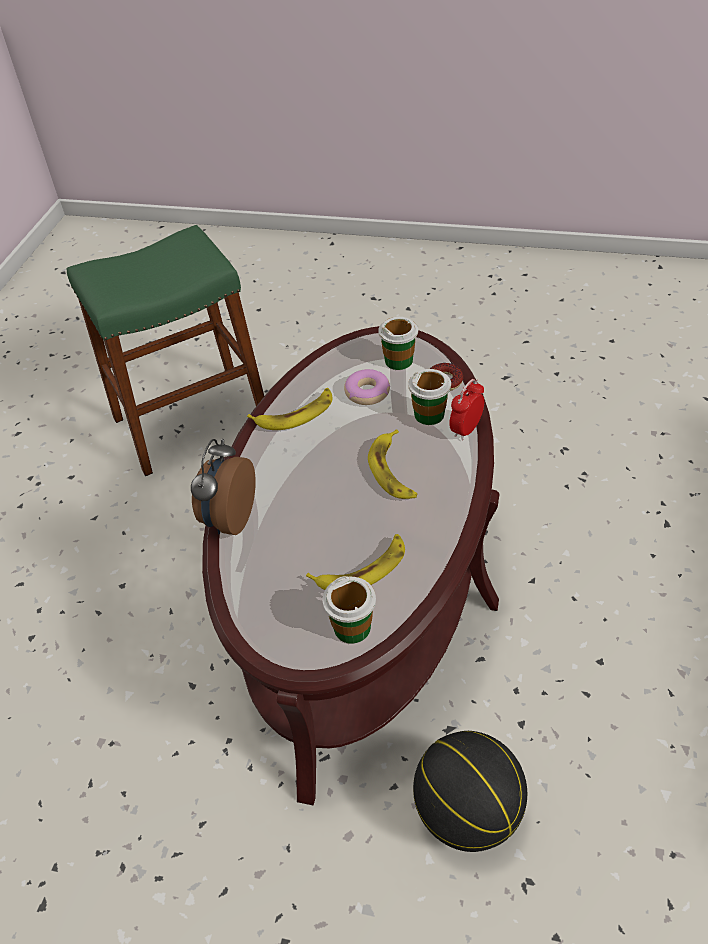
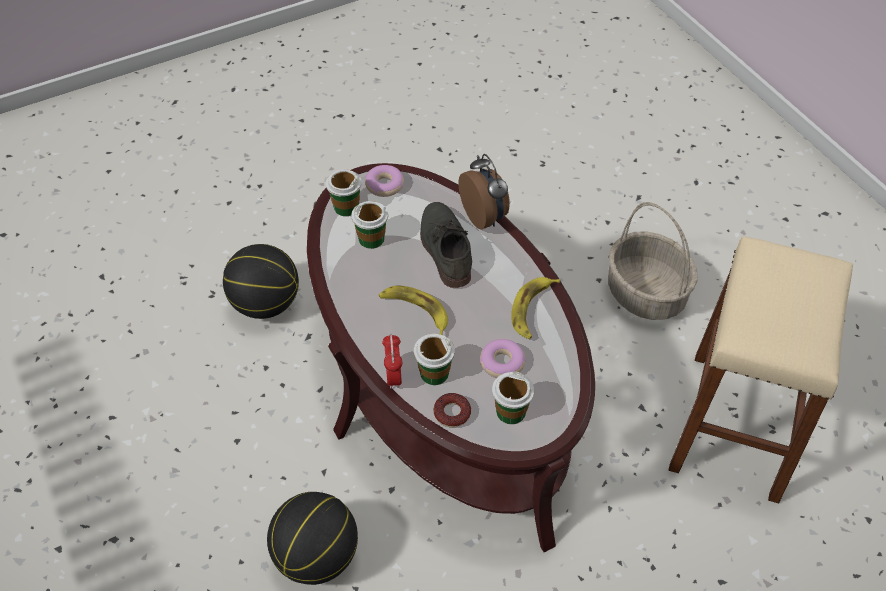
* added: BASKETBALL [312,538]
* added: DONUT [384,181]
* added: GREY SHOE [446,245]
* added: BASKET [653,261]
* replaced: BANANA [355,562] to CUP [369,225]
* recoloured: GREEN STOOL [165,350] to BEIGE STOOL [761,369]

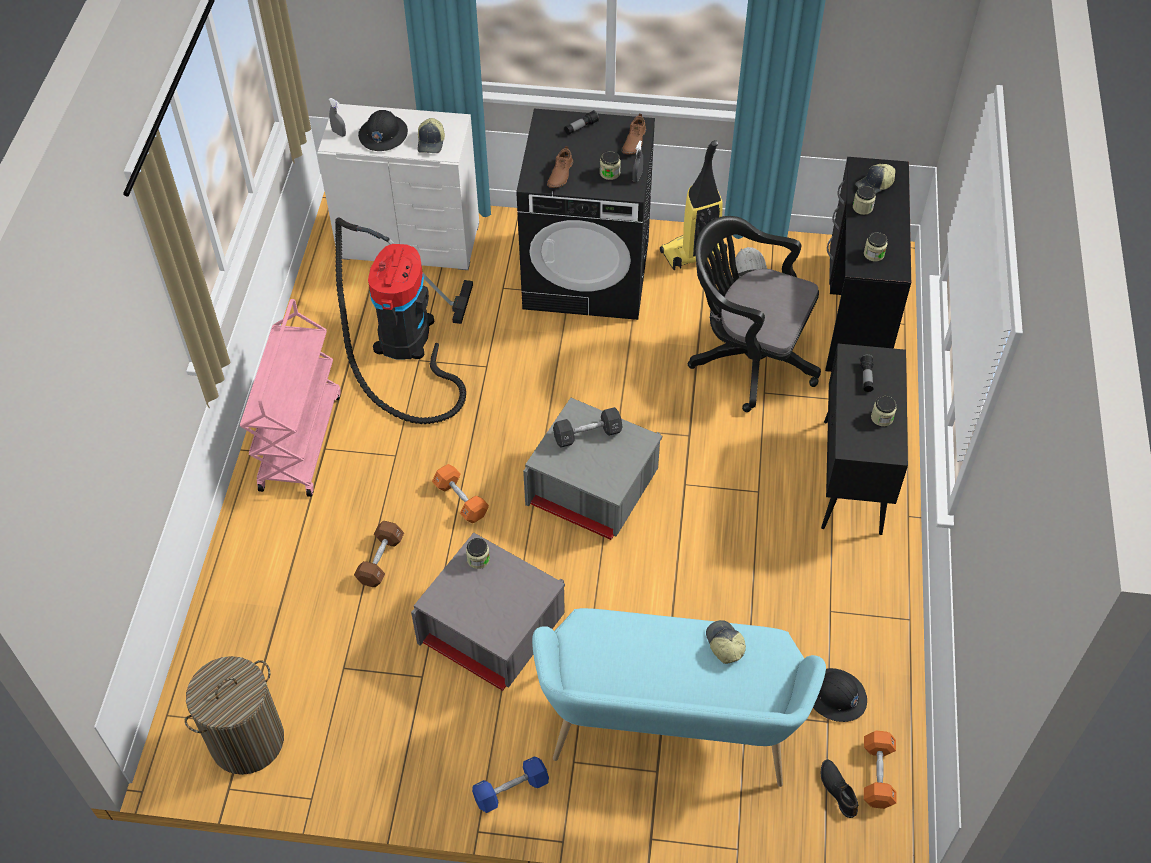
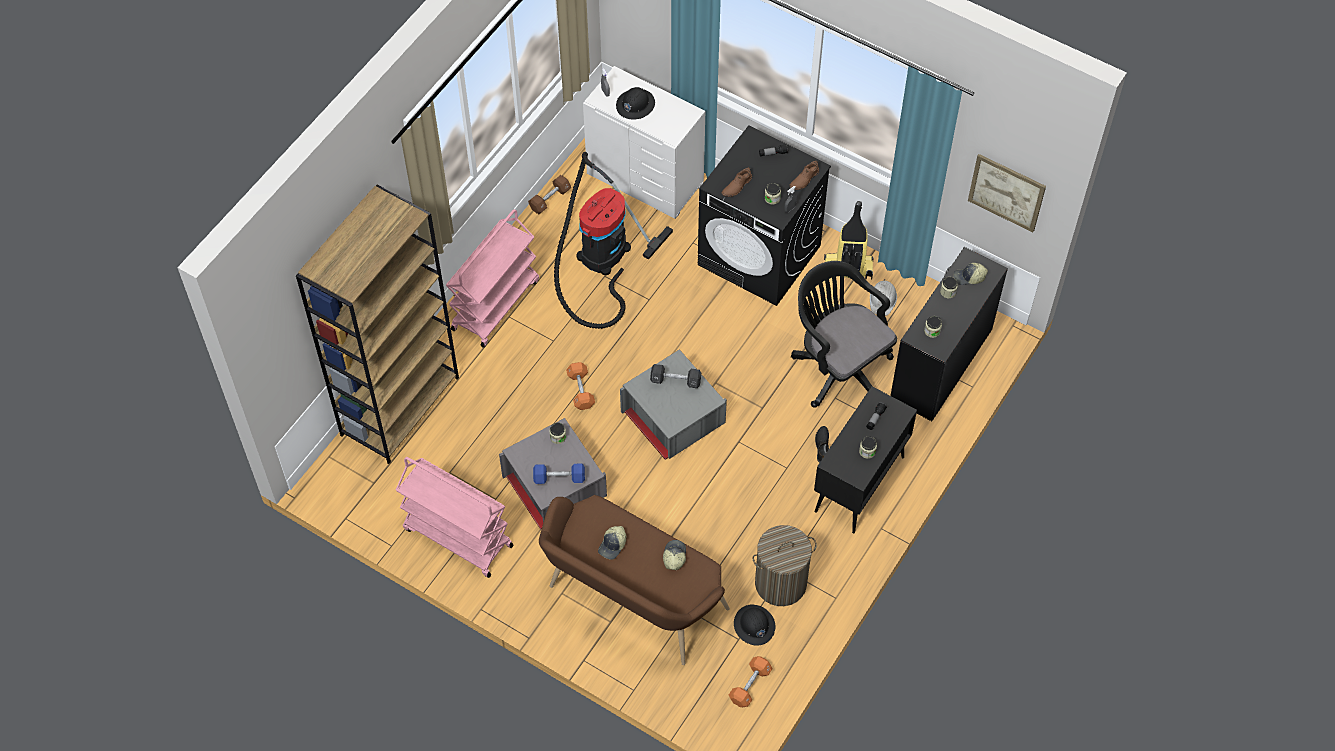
* added: BROWN BOOKCASE [377,324]
* added: PINK CART [455,517]
* added: PICTURE [1007,193]
* moved: LAUNDRY BASKET [234,715] to [784,565]
* moved: BROWN DUMBBELL [379,554] to [549,194]
* moved: CAP [431,135] to [612,543]
* moved: BLUE DUMBBELL [510,784] to [559,474]
* moved: BLACK SHOE [839,789] to [822,444]
* recoloured: TURQUOISE BENCH [679,697] to BROWN BENCH [634,580]

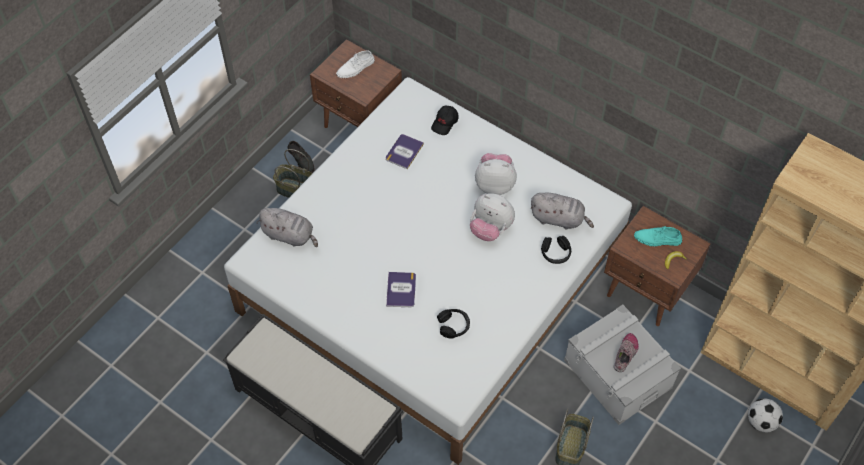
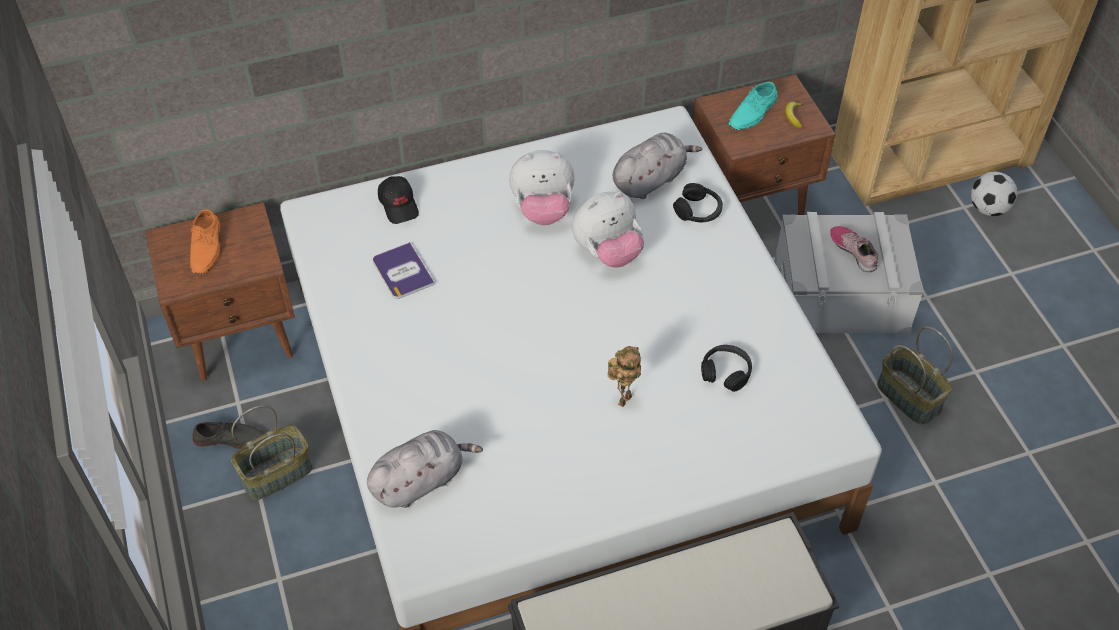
* replaced: BOOK [401,289] to TOY ROBOT [624,376]
* recoloured: WHITE SHOE [355,64] to ORANGE SHOE [205,241]
* turned: PLUSH TOY [496,174] = [542,187] 135 degrees counterclockwise

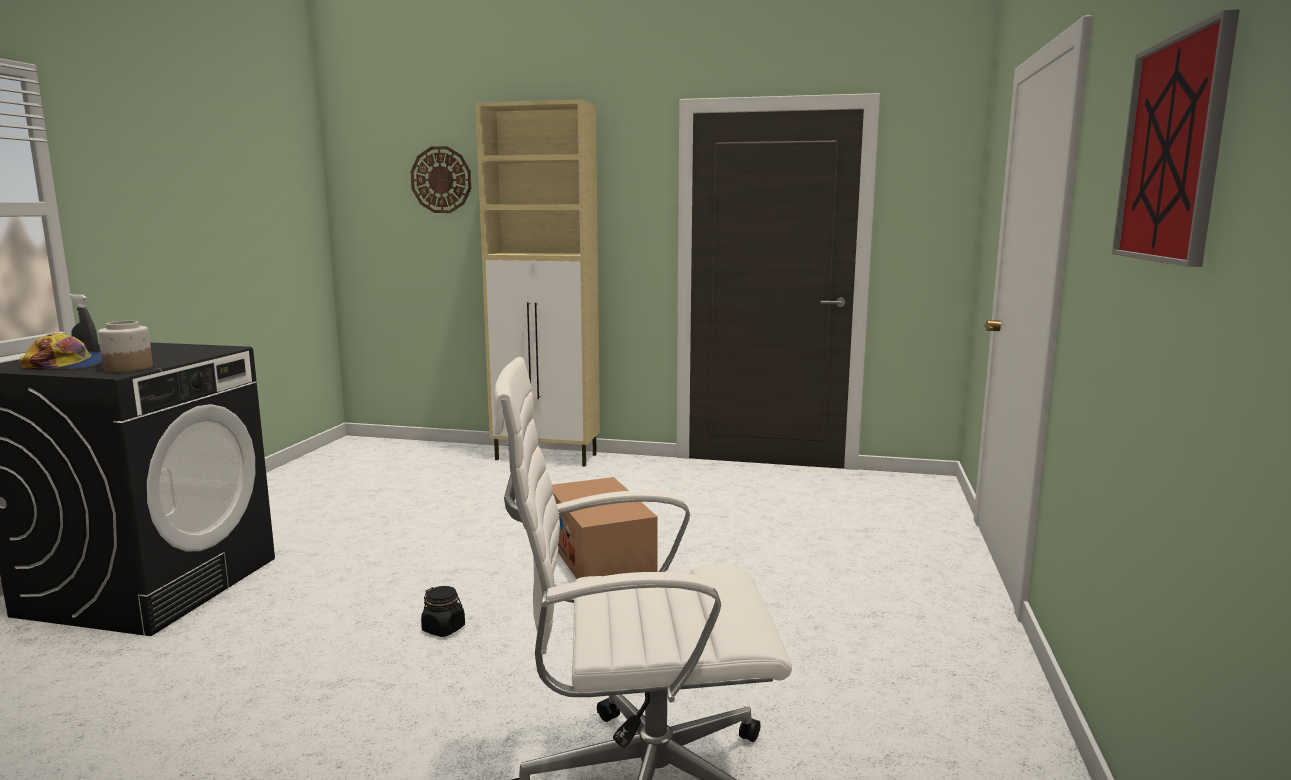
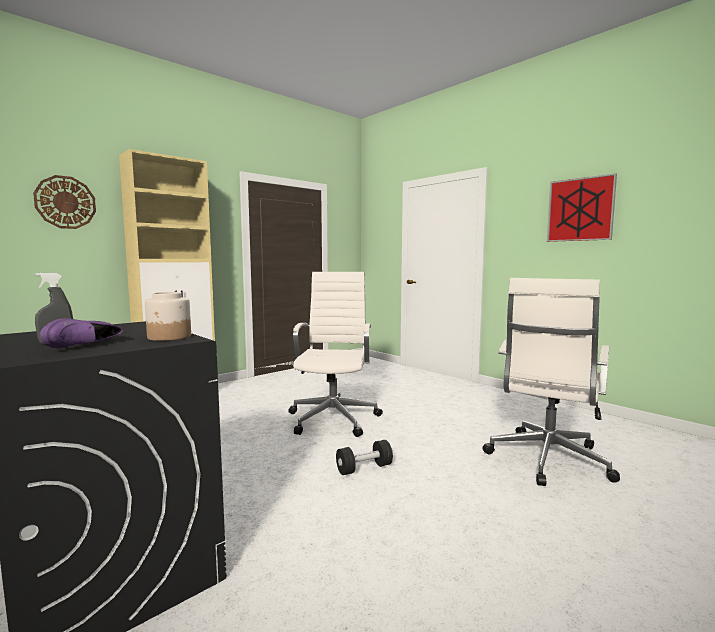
* replaced: CAP [61,351] to PURPLE SHOE [81,333]
* replaced: BLACK JAR [443,611] to BLACK DUMBBELL [364,457]
* replaced: CARDBOARD BOX [605,528] to WHITE OFFICE CHAIR [335,354]

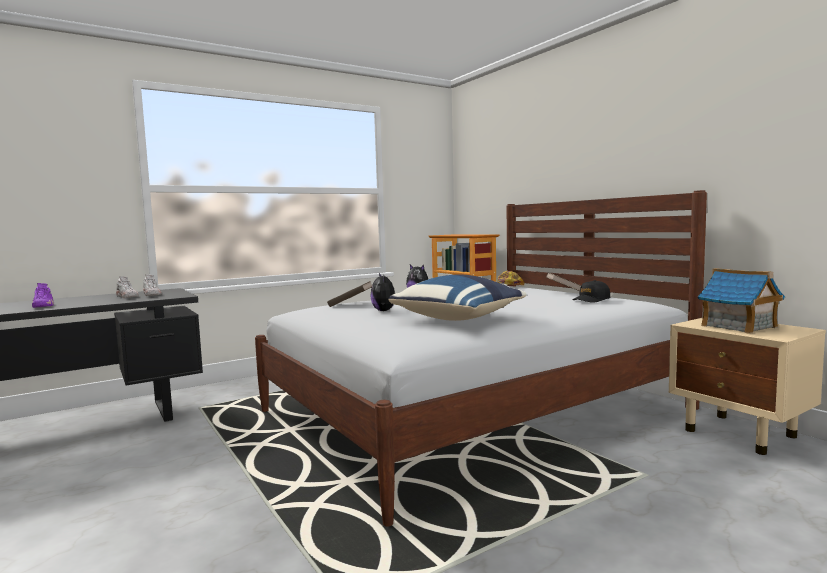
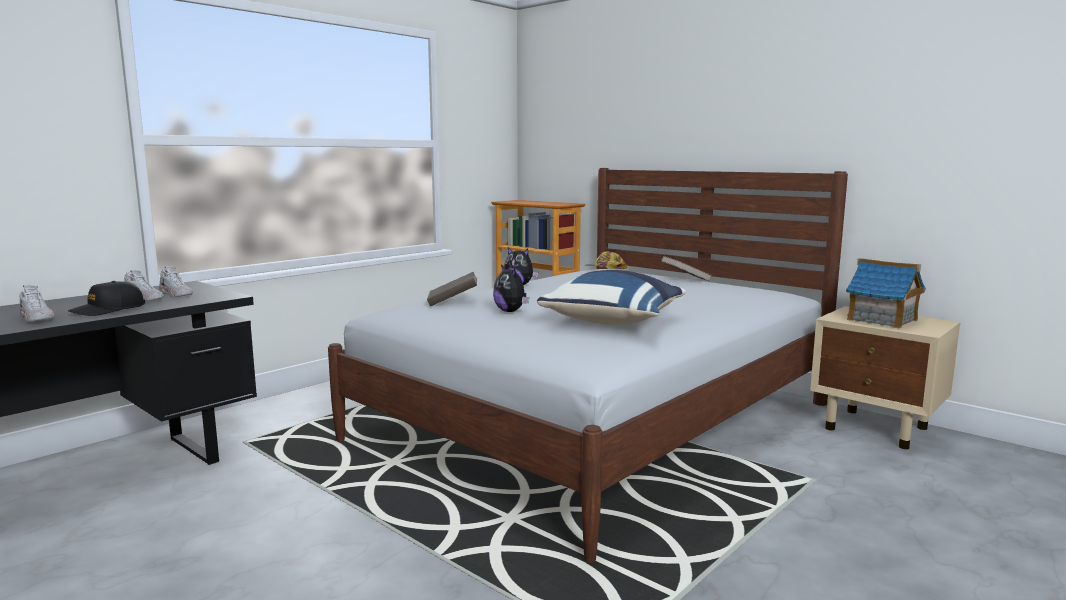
* moved: BLACK CAP [591,291] to [106,298]
* recoloured: PURPLE SHOE [43,295] to WHITE SHOE [36,303]

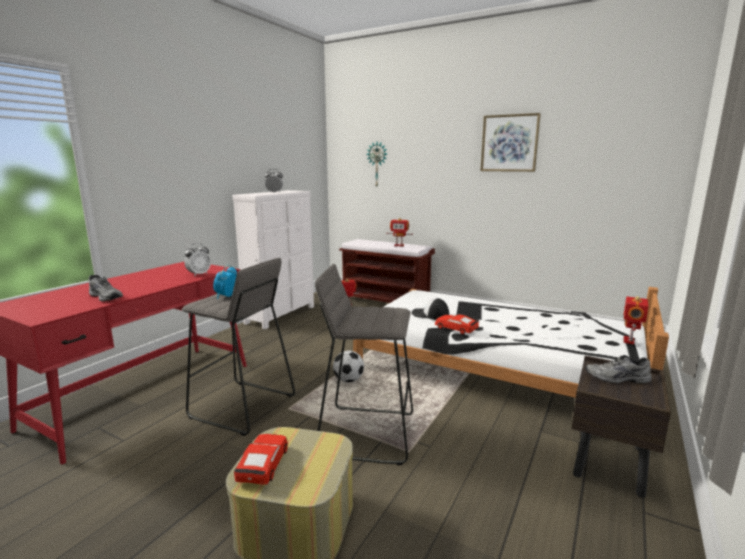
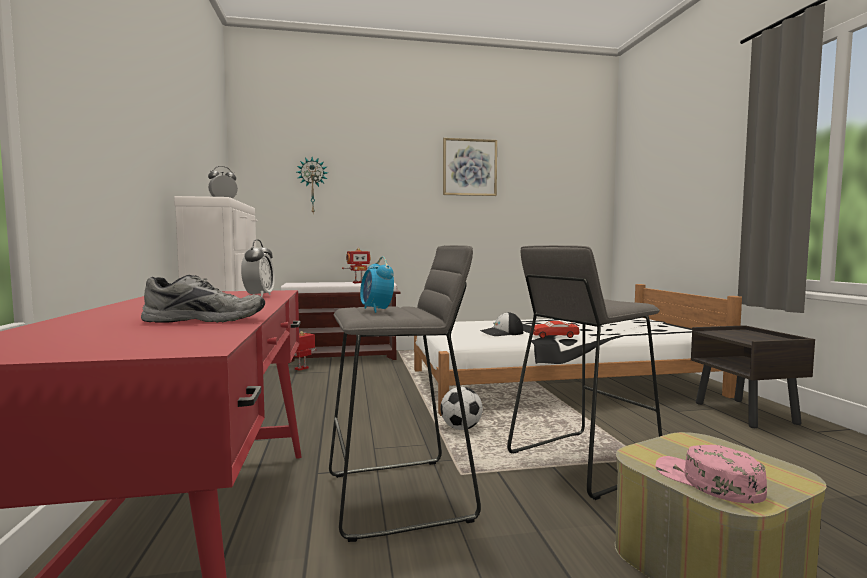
* removed: GREY SHOE [618,369]
* removed: TOY ROBOT [636,320]
* replaced: RED TOY CAR [261,459] to PINK CAP [711,474]

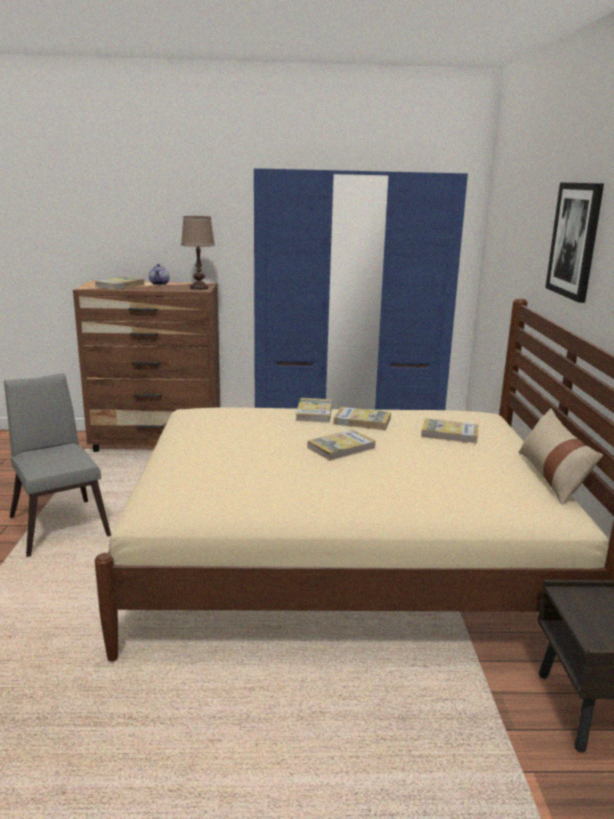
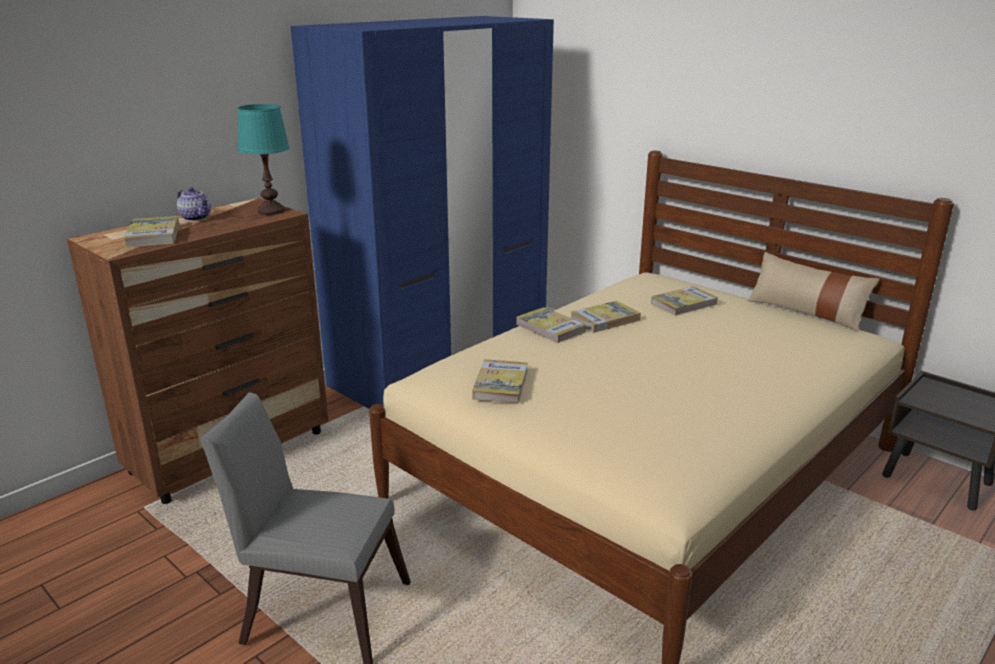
* removed: PICTURE [574,243]
* moved: BOOK [342,445] to [500,381]
* recoloured: BROWN TABLE LAMP [198,253] to TURQUOISE TABLE LAMP [264,159]

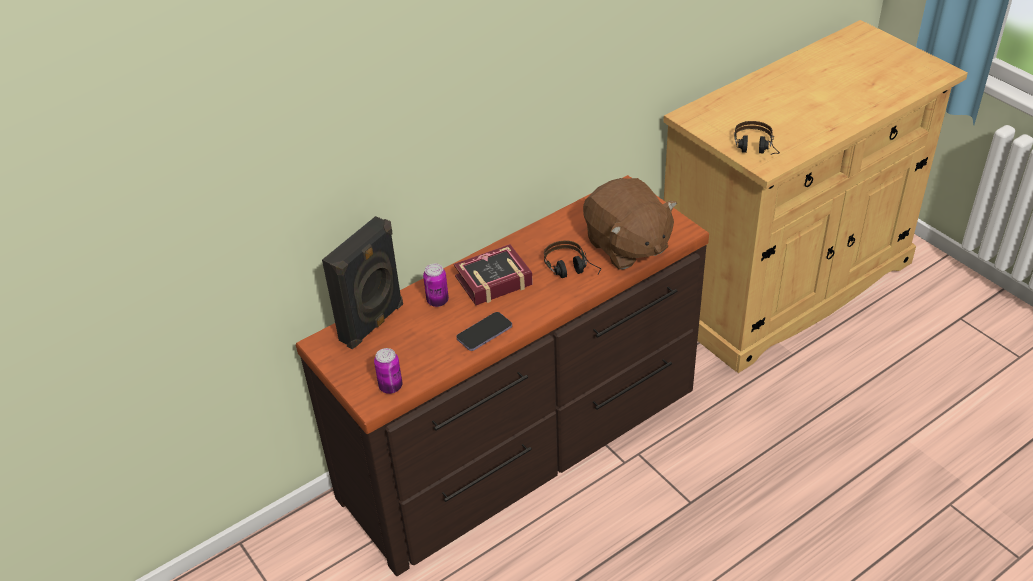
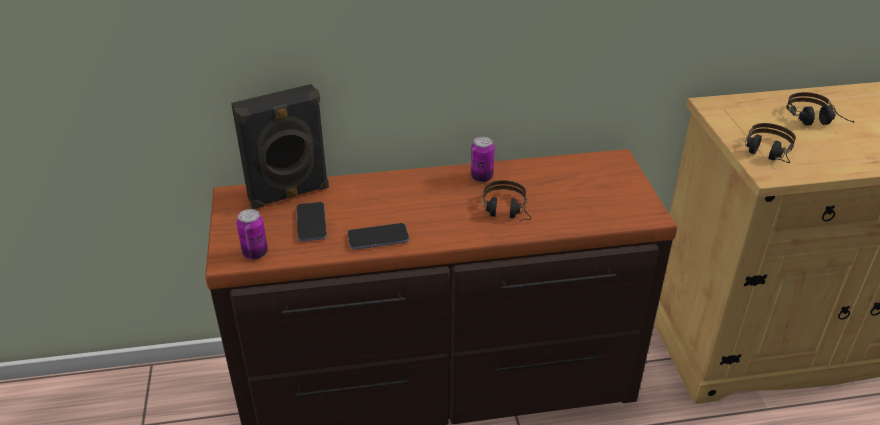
* removed: BOOK [493,275]
* removed: BROWN PLUSH TOY [630,224]
* added: PHONE [312,222]
* added: HEADPHONES [820,108]
* moved: CAN [436,285] to [483,159]

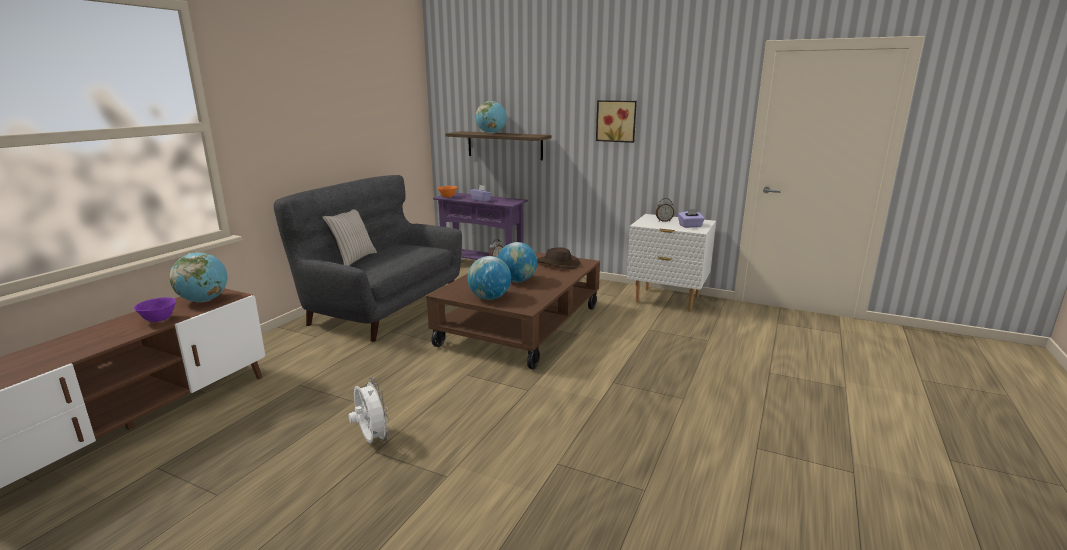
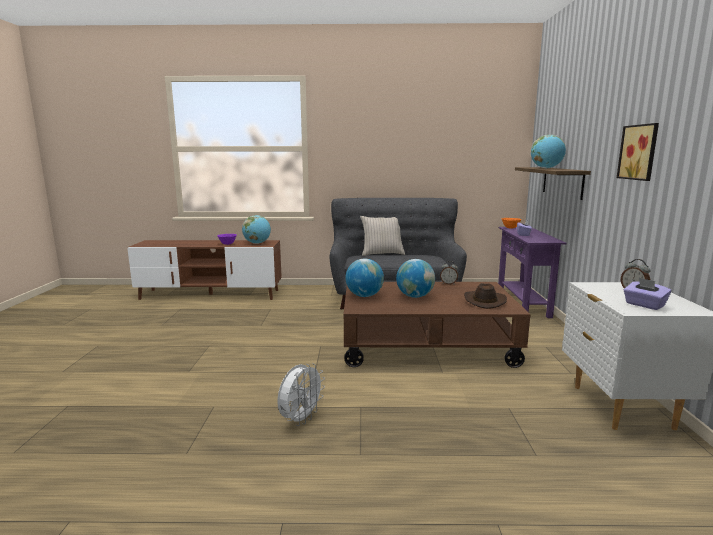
* moved: WHITE FAN [369,410] to [301,394]

